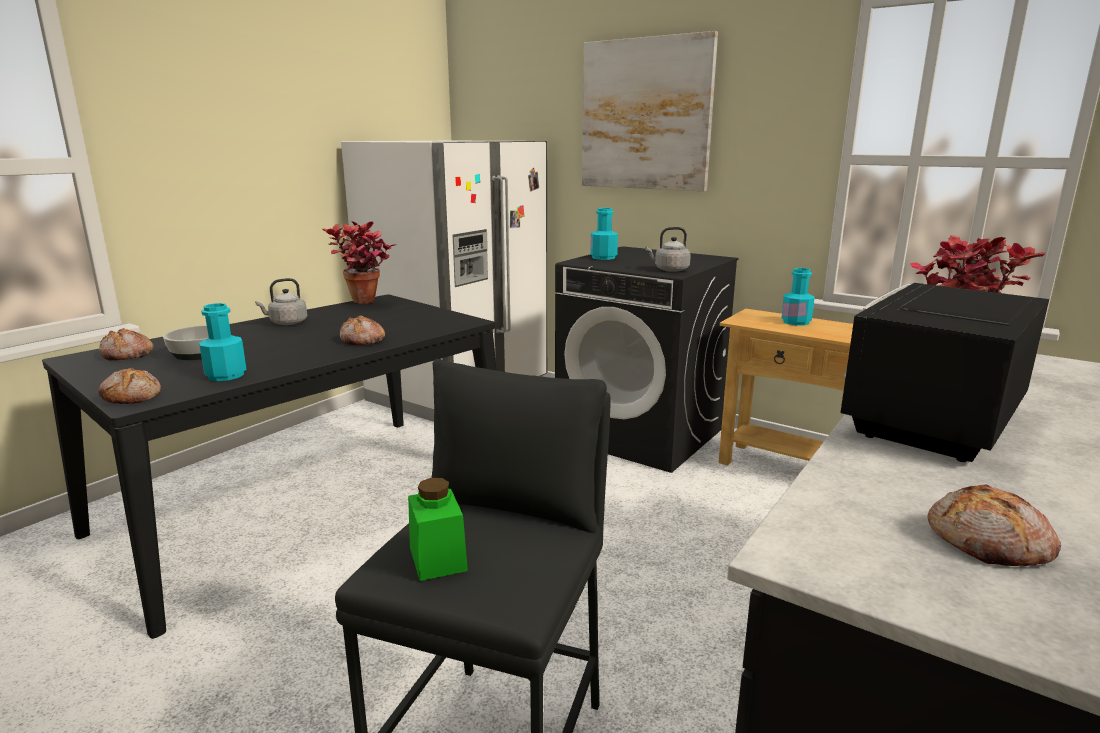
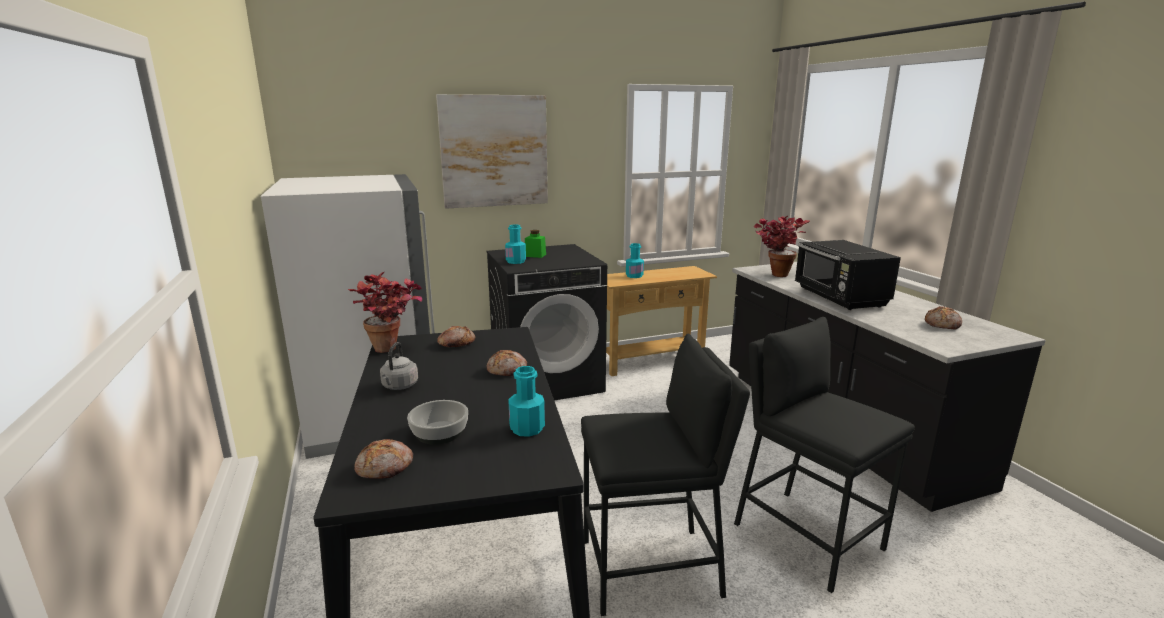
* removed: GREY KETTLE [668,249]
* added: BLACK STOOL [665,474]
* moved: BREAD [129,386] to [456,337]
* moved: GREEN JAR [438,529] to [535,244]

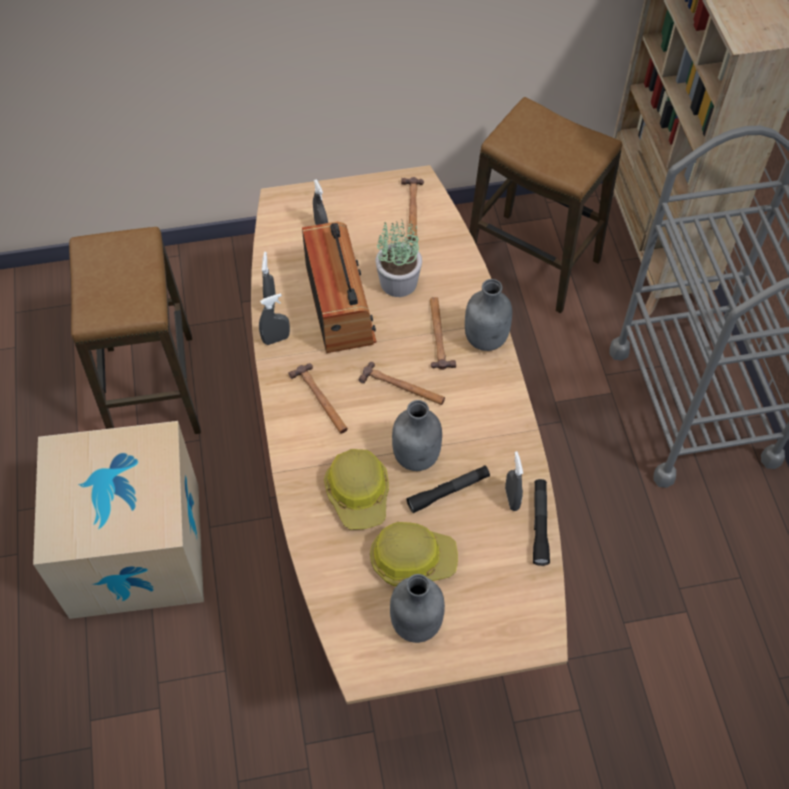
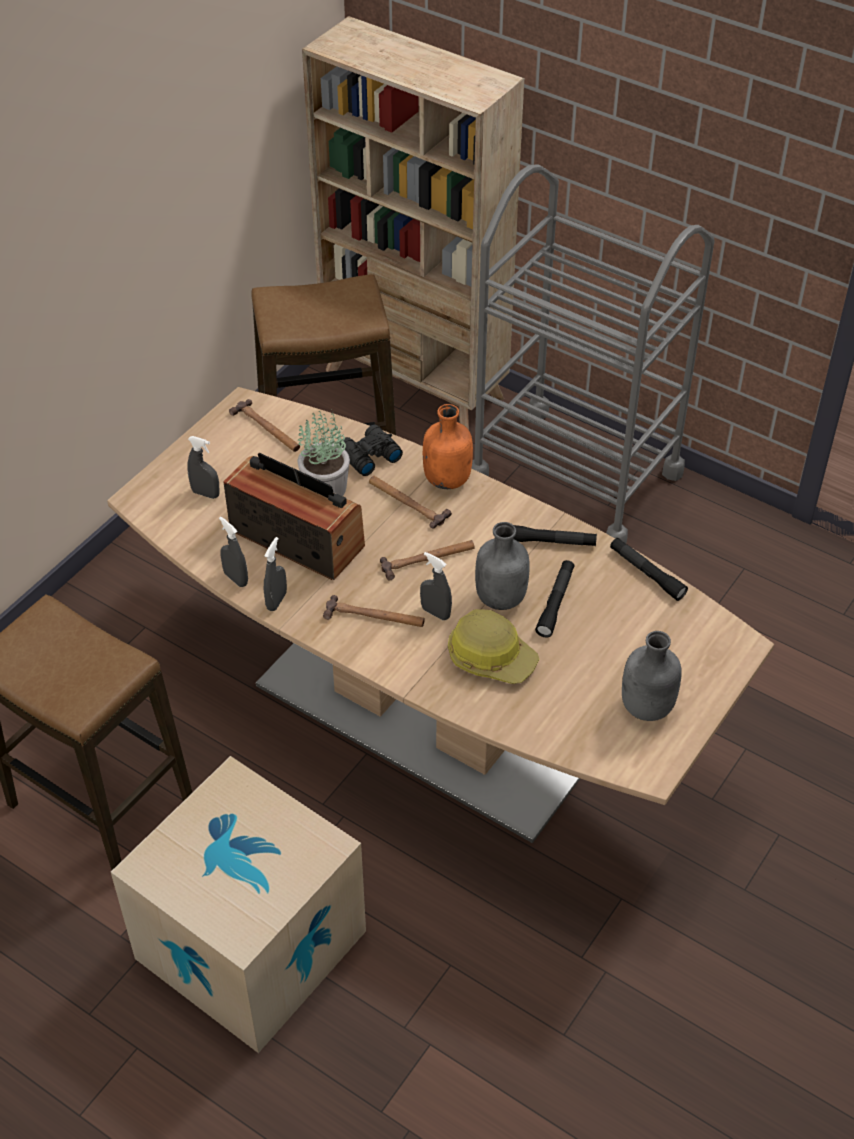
* removed: HARD HAT [414,554]
* added: BLACK BINOCULARS [371,450]
* added: BLACK FLASHLIGHT [555,535]
* moved: GREY SPRAY BOTTLE [514,481] to [436,586]
* recoloured: GREY BOTTLE [488,315] to ORANGE BOTTLE [448,446]

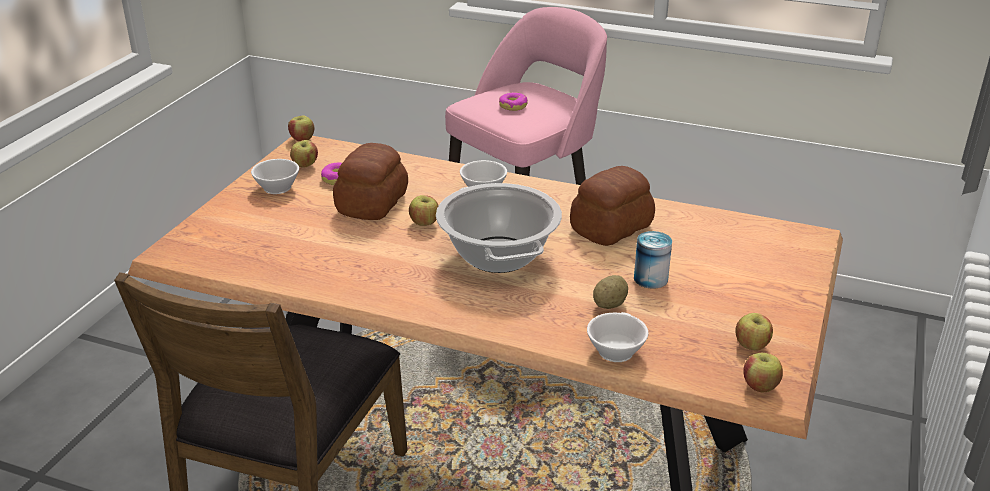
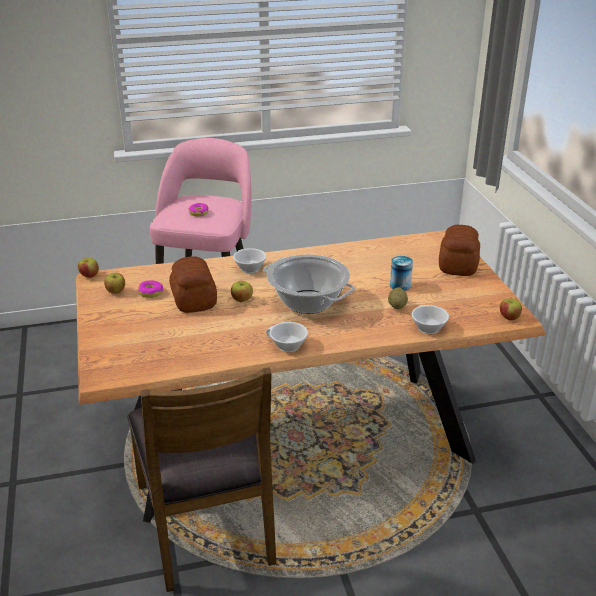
* removed: APPLE [754,332]
* moved: WHITE CUP [275,176] to [287,337]
* moved: BREAD [612,206] to [459,250]

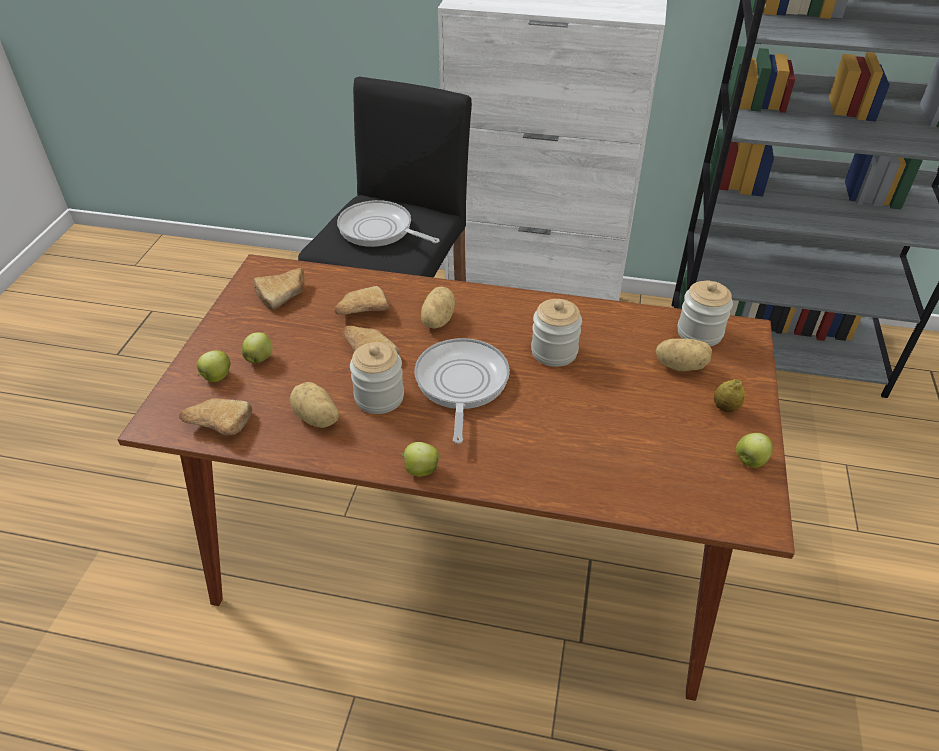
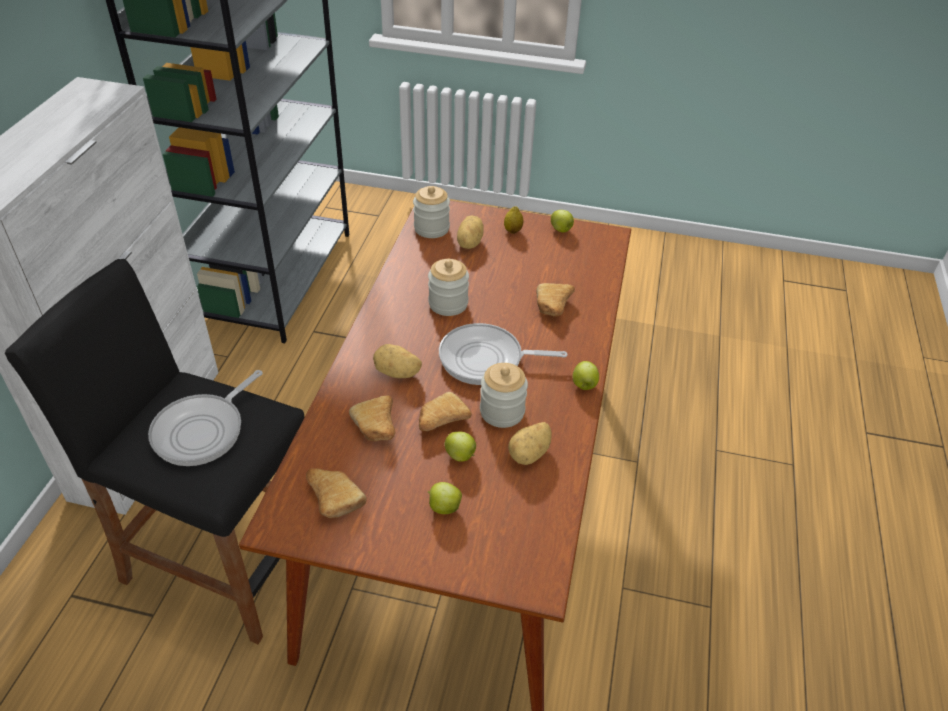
* moved: BREAD [215,417] to [555,300]
* moved: APPLE [213,366] to [460,446]

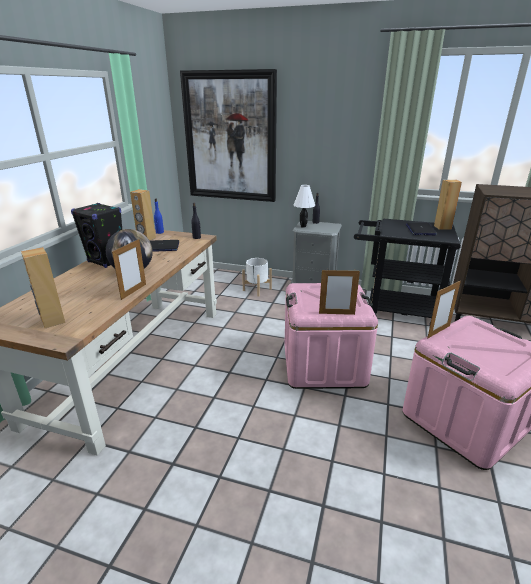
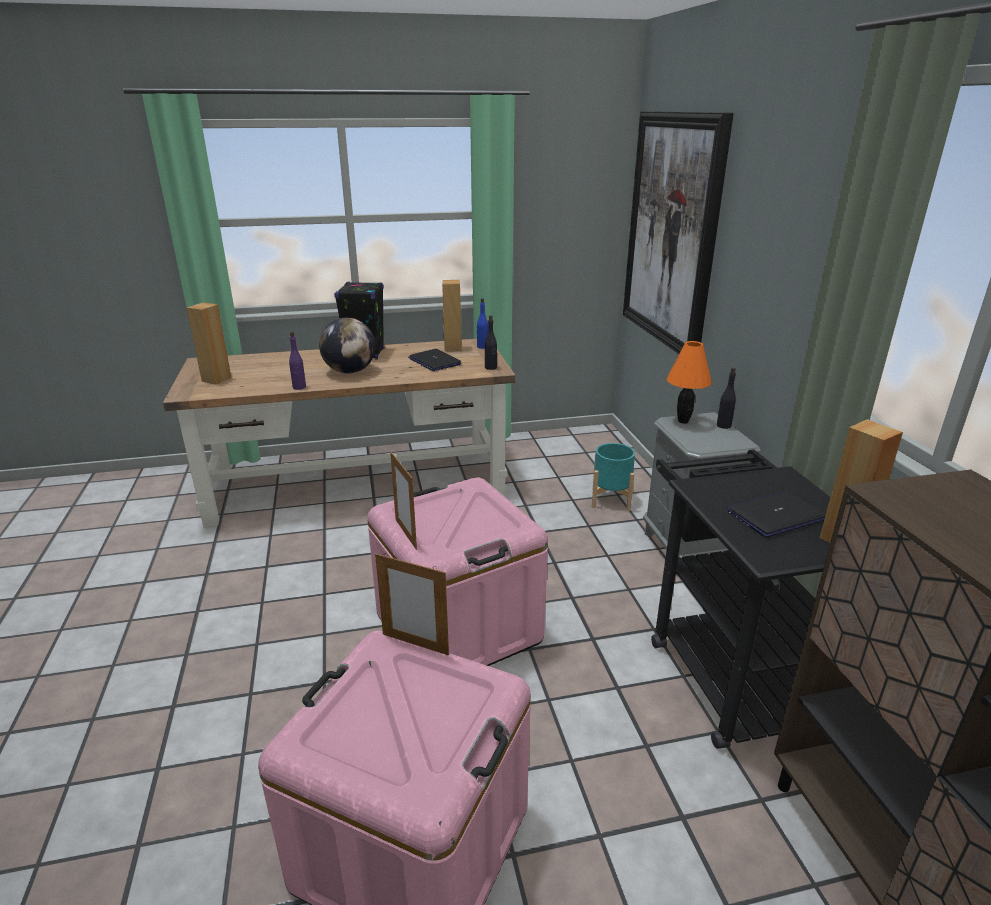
* replaced: PICTURE FRAME [129,269] to PURPLE BOTTLE [297,360]
* recoloured: WHITE PLANTER [257,277] to TURQUOISE PLANTER [613,477]
* recoloured: WHITE TABLE LAMP [304,206] to ORANGE TABLE LAMP [689,382]

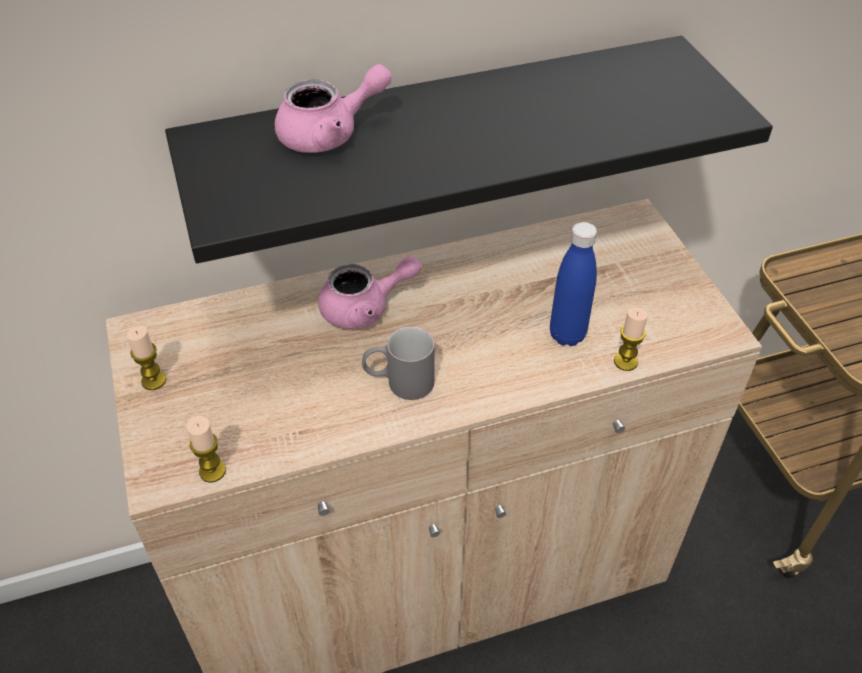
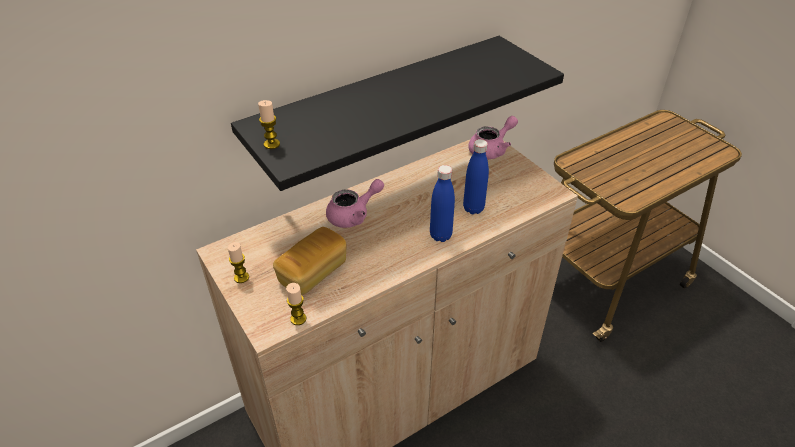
* removed: GREY MUG [398,363]
* added: BREAD [310,261]
* added: BLUE BOTTLE [442,203]
* moved: PINK TEAPOT [333,108] to [493,137]
* moved: CANDLE [631,339] to [269,124]

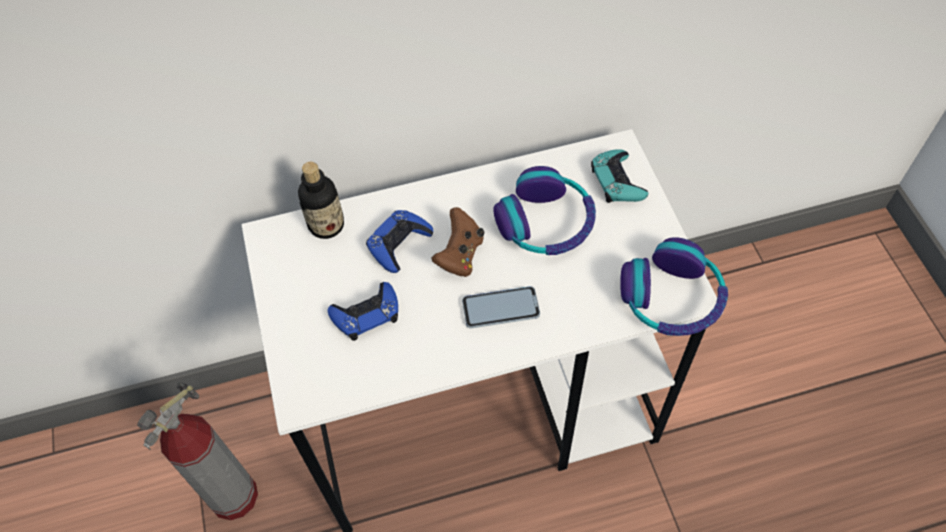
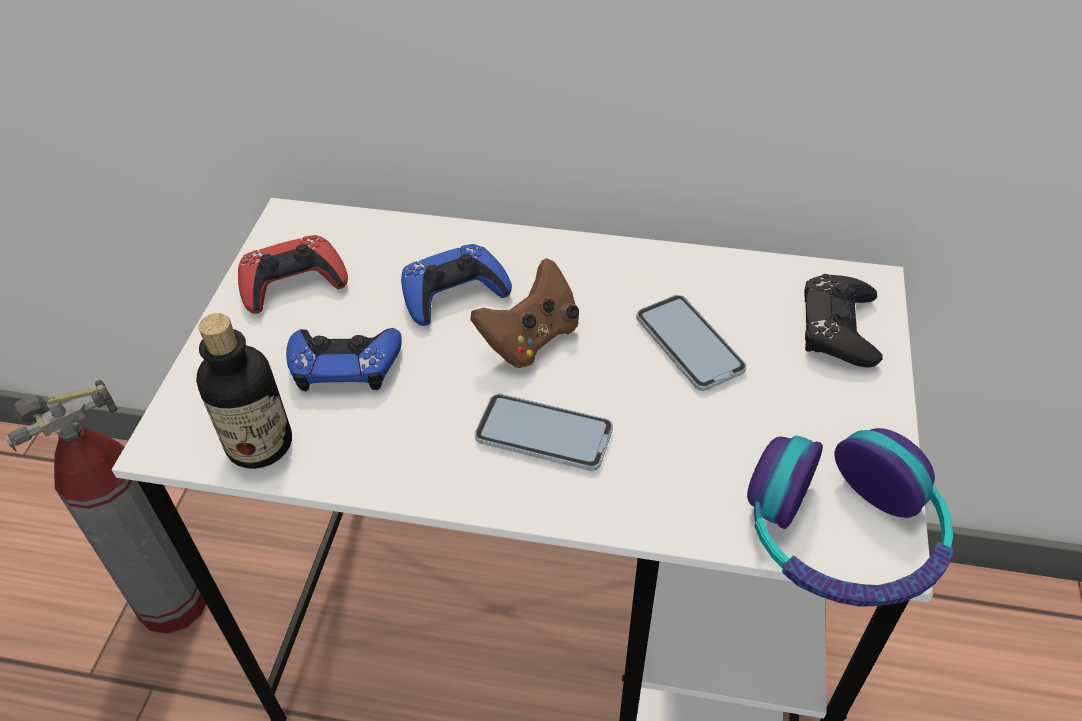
* added: RED GAME CONTROLLER [293,274]
* moved: BOTTLE [321,200] to [244,391]
* replaced: HEADPHONES [544,210] to PHONE [691,343]
* recoloured: TURQUOISE GAME CONTROLLER [619,176] to BLACK GAME CONTROLLER [843,320]

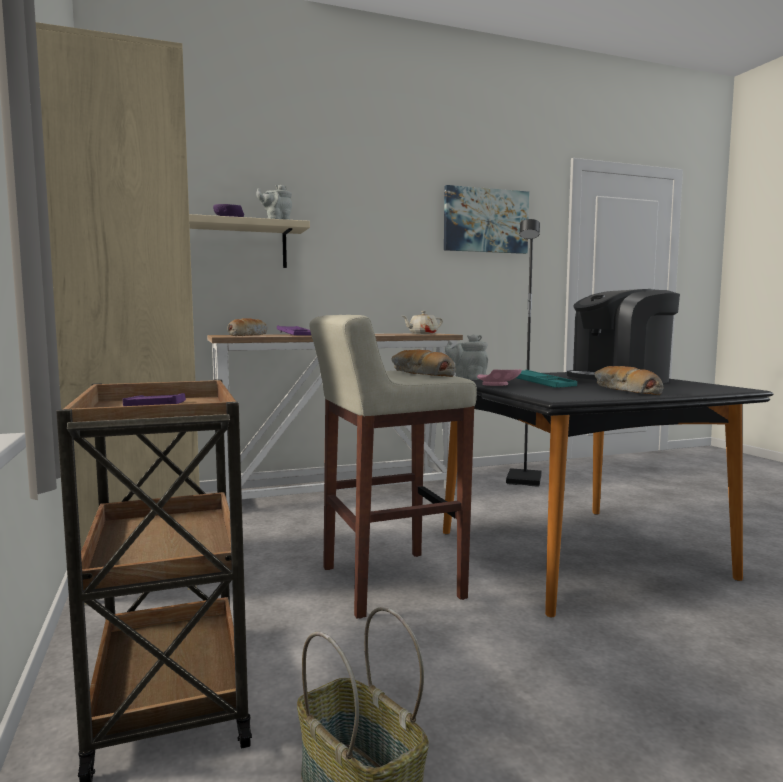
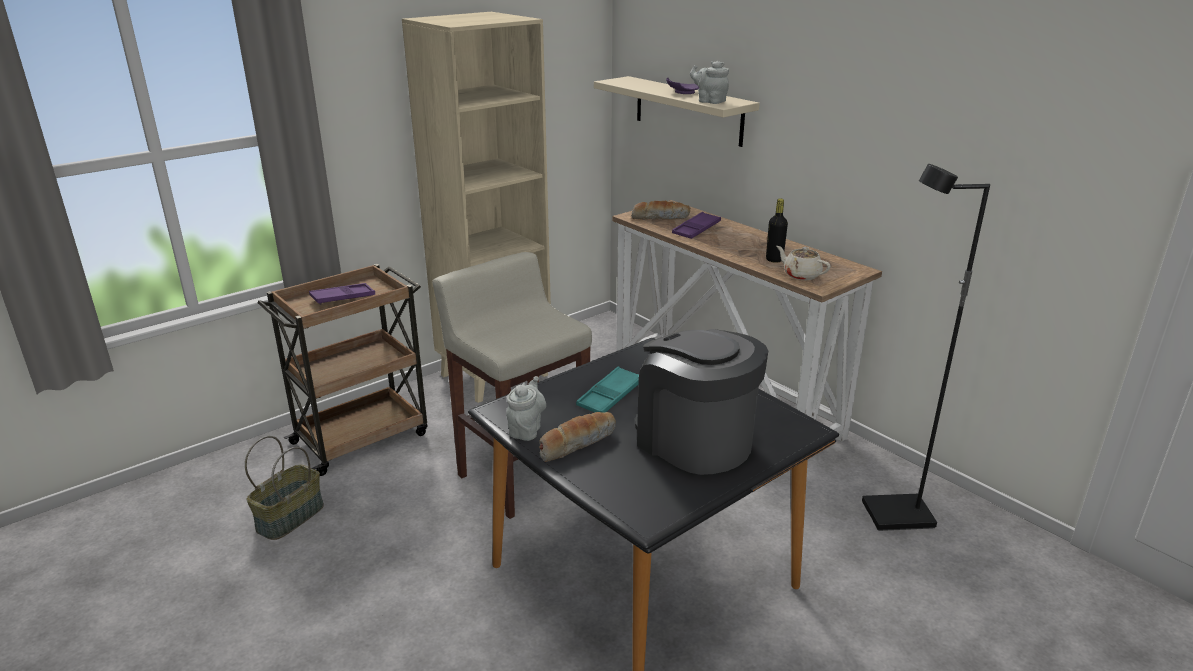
* removed: BREAD [424,363]
* removed: PICTURE [486,219]
* removed: PINK PLATE [499,377]
* added: BLACK BOTTLE [777,230]
* moved: GREY TEAPOT [466,357] to [526,408]

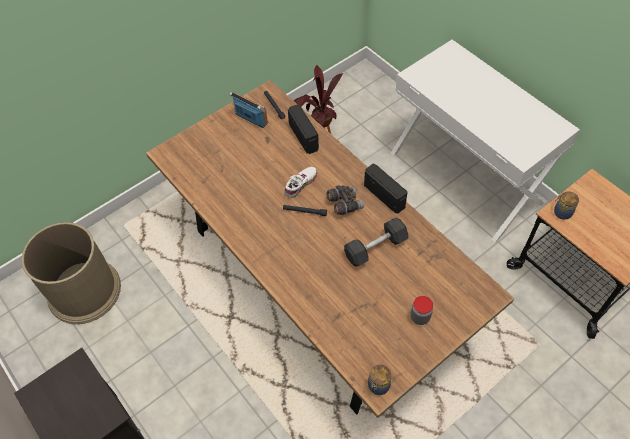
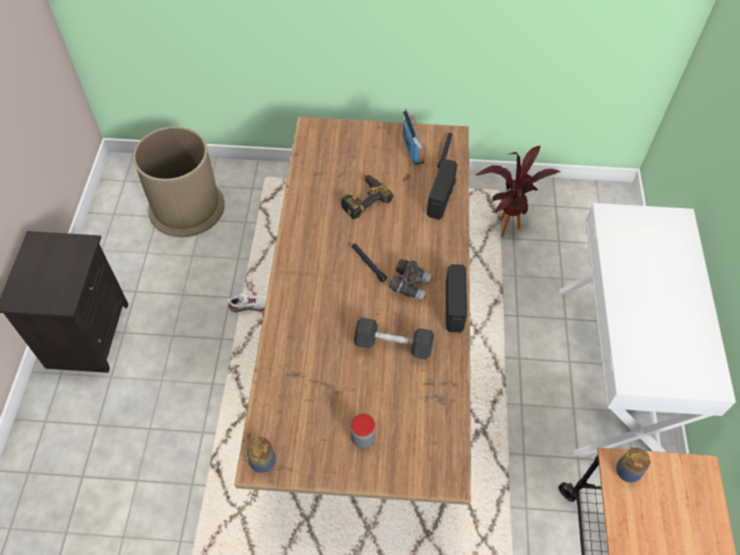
* added: POWER DRILL [367,197]
* moved: WHITE SHOE [300,182] to [247,302]

